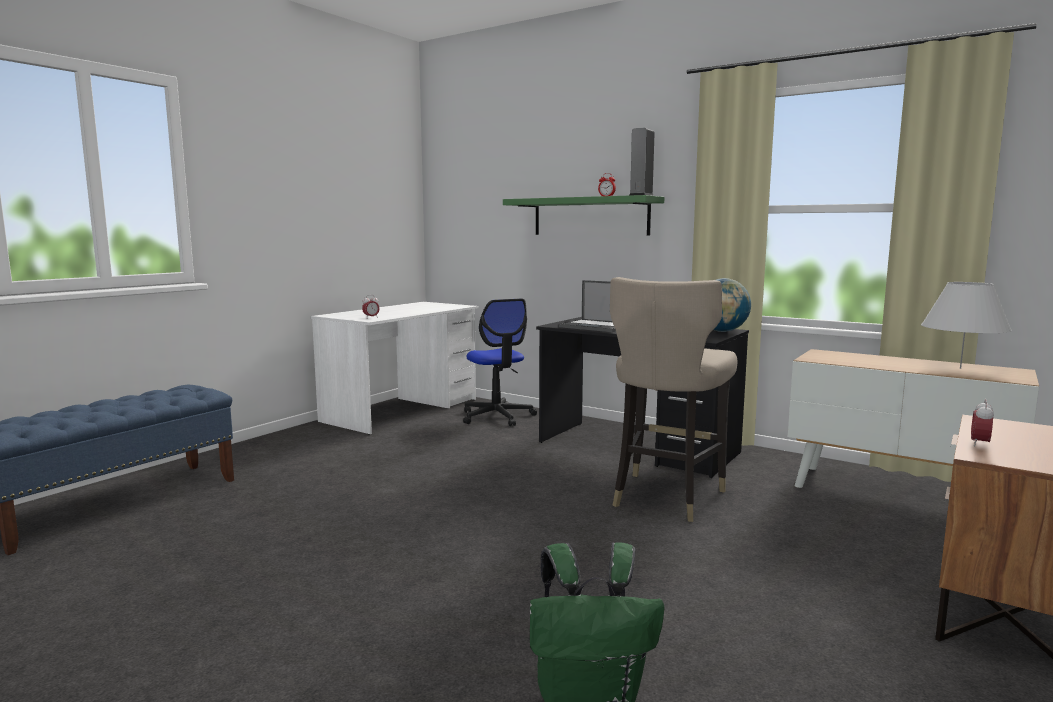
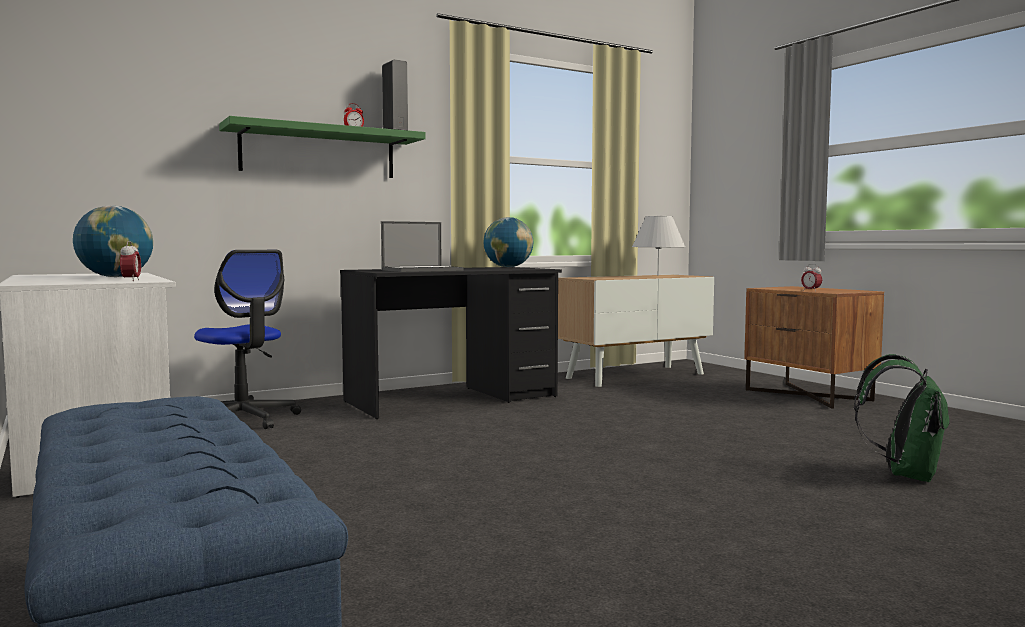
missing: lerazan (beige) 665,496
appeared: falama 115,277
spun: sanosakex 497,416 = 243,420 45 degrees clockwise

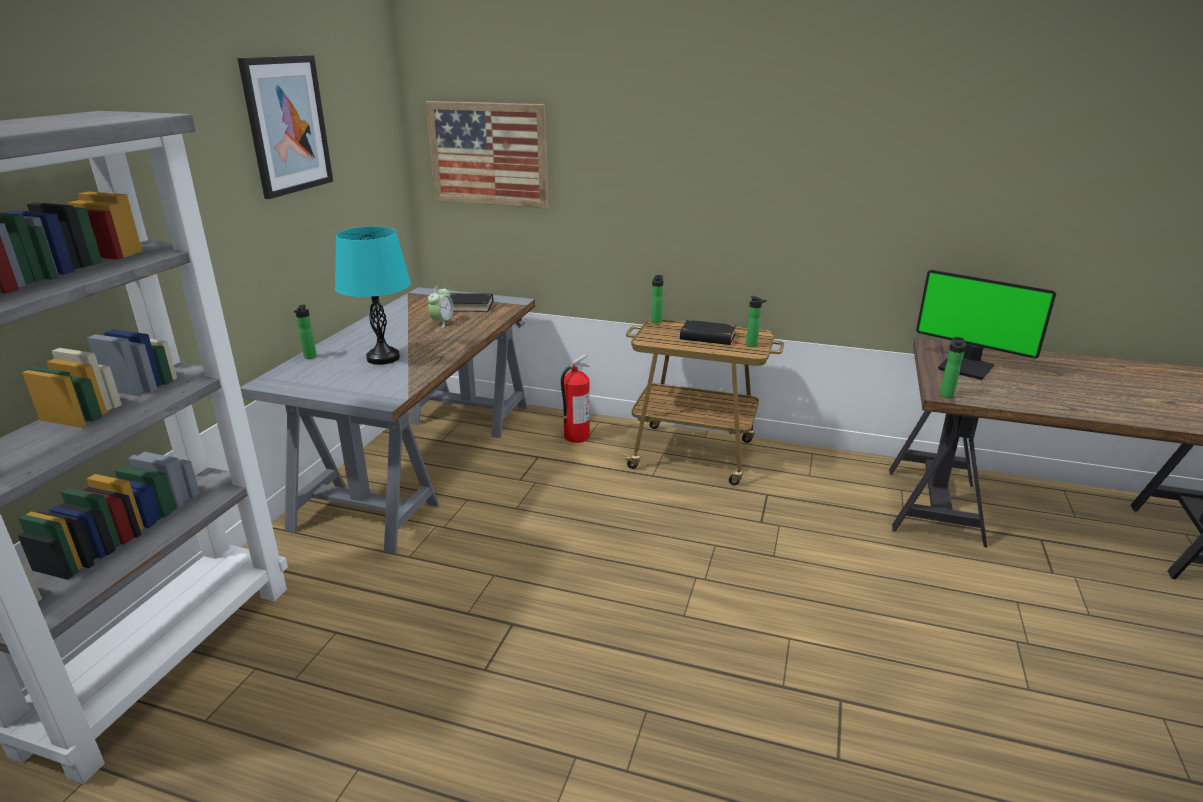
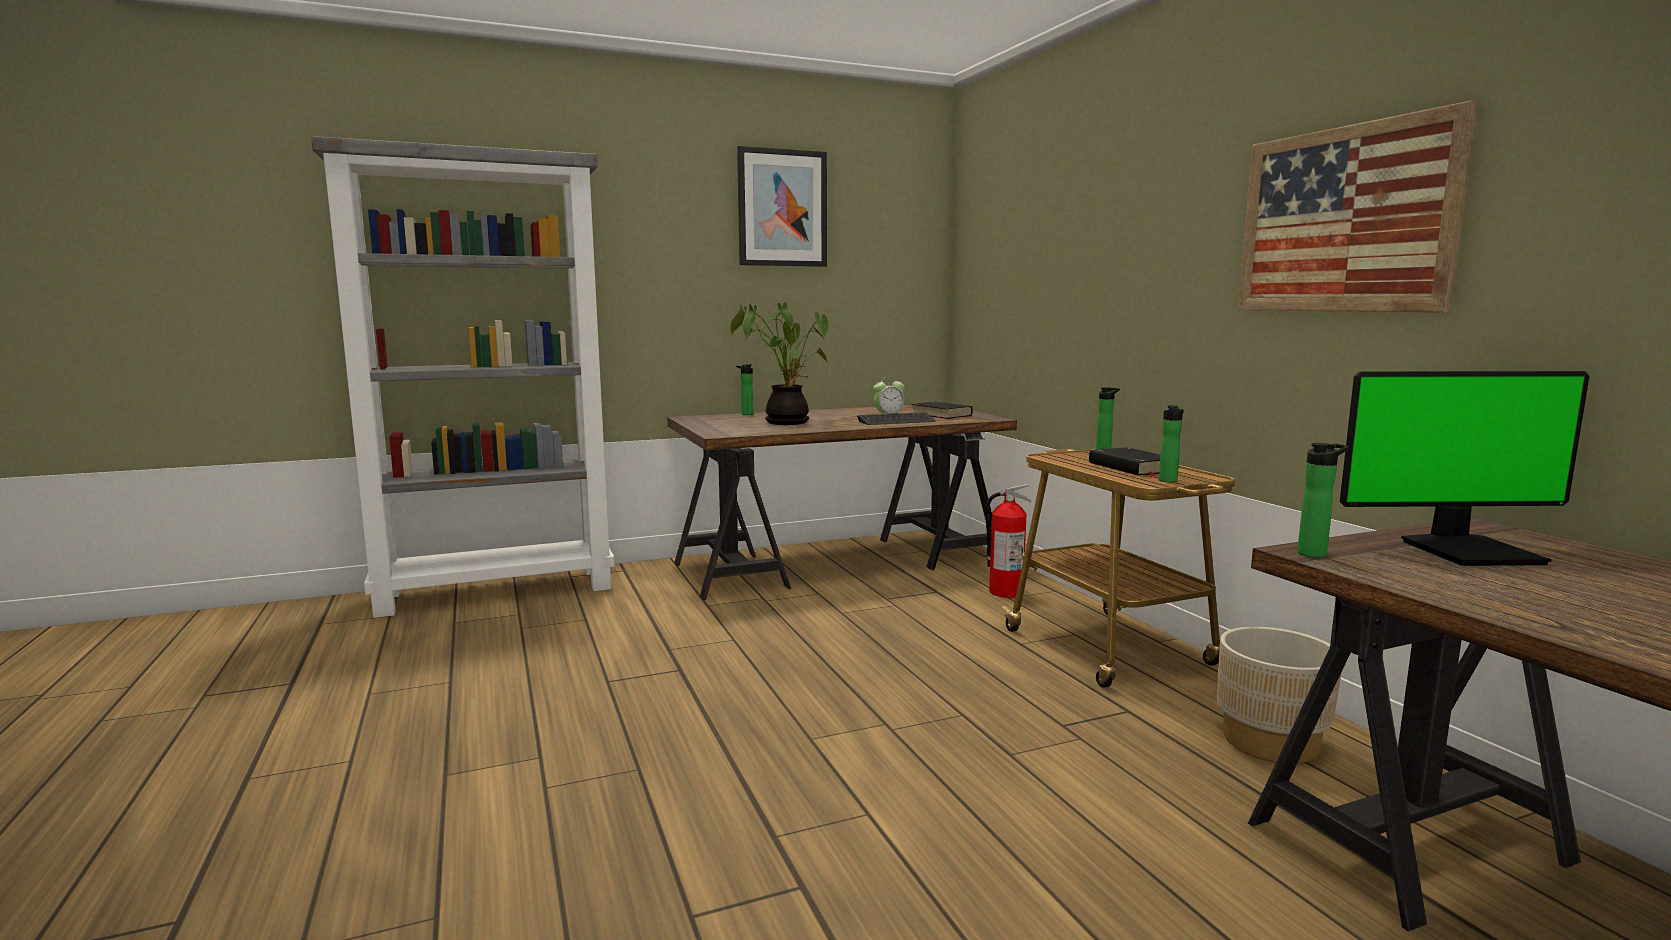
appeared: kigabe 896,421; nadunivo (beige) 1269,742
relocated: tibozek 488,154 to 1344,220
exchanged: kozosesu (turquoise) 383,358 to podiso 786,422
colour: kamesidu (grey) 422,460 to kamesidu (brown) 839,561
spun: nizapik 967,367 = 1469,551 90 degrees counterclockwise

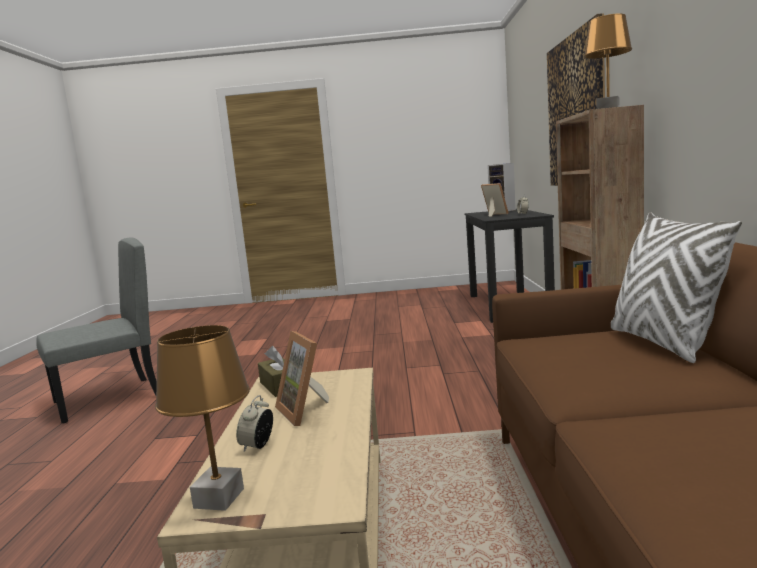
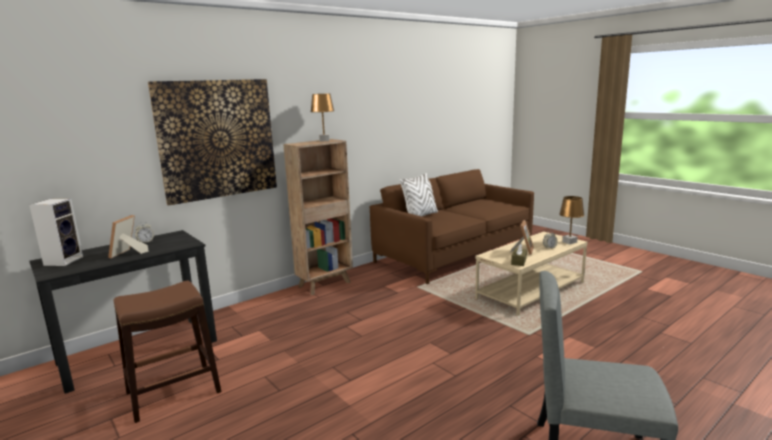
appeared: lerazan (brown) 174,392

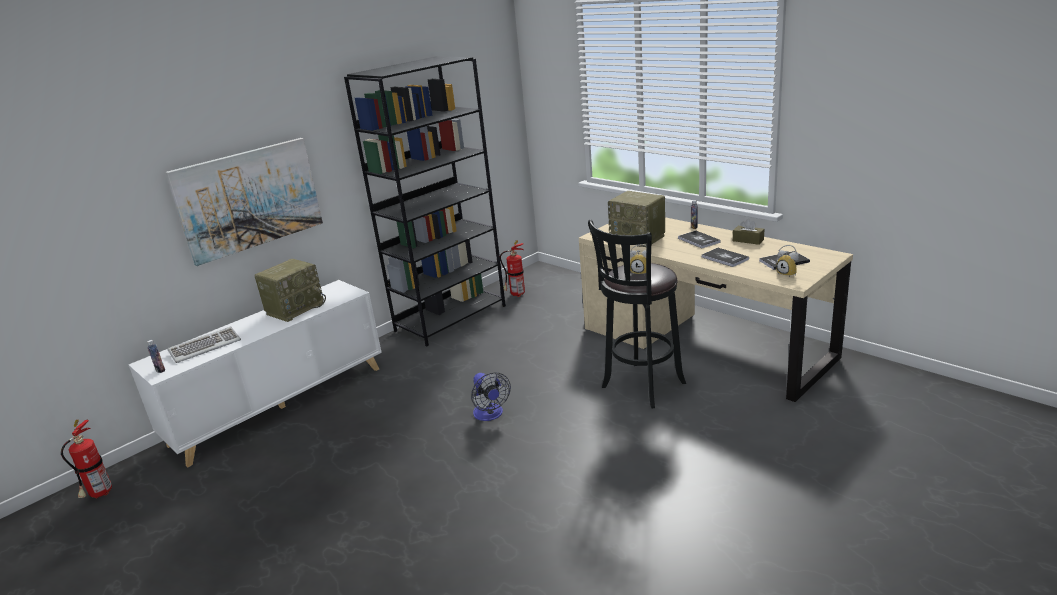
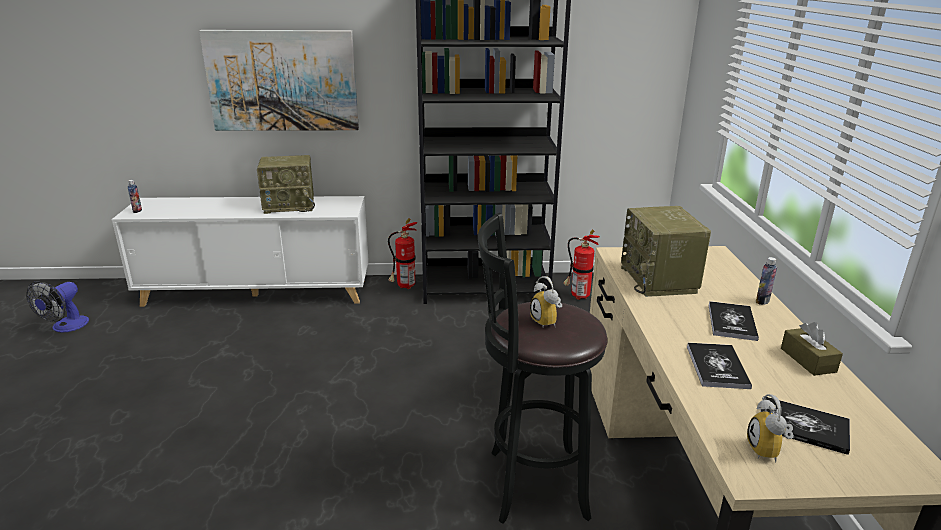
missing: kigabe 205,347
relocated: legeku 490,415 to 65,327; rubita 99,495 to 404,287

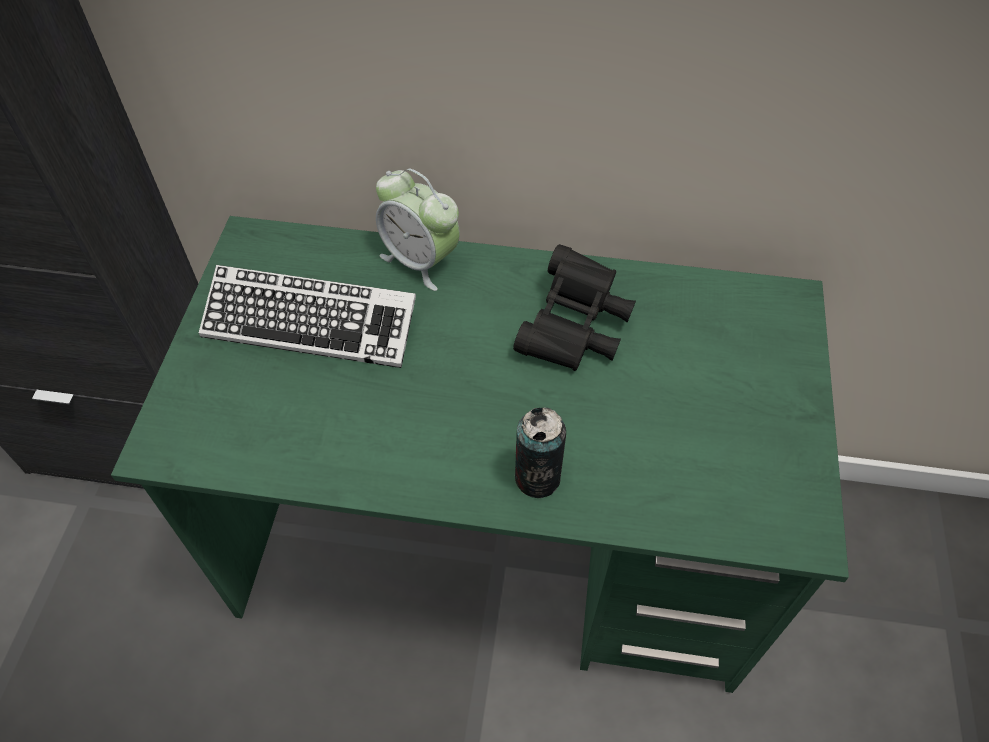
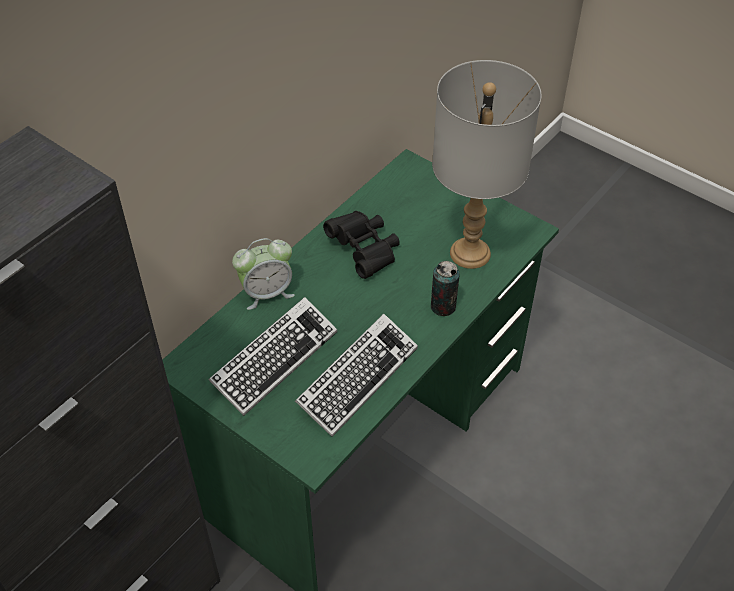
appeared: kozosesu (grey) 469,253; kigabe 357,378

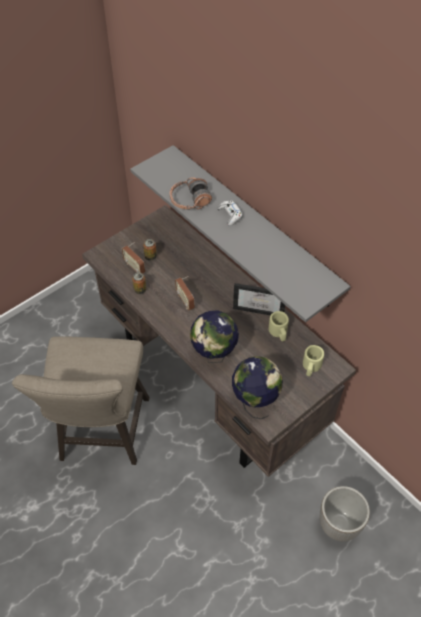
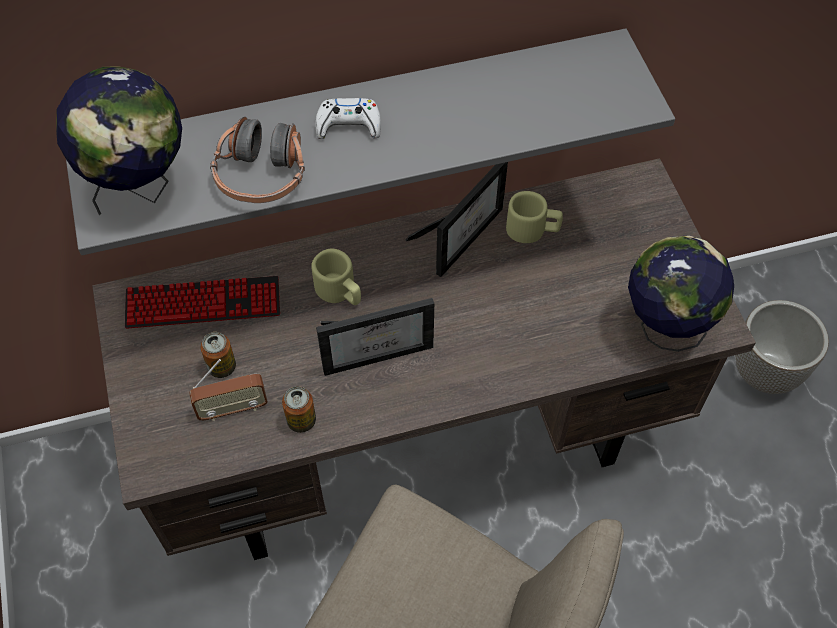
appeared: kigabe 203,304
relocated: falama 214,355 to 141,188; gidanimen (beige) 311,367 to 340,291
exchanged: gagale 185,301 to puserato 377,349

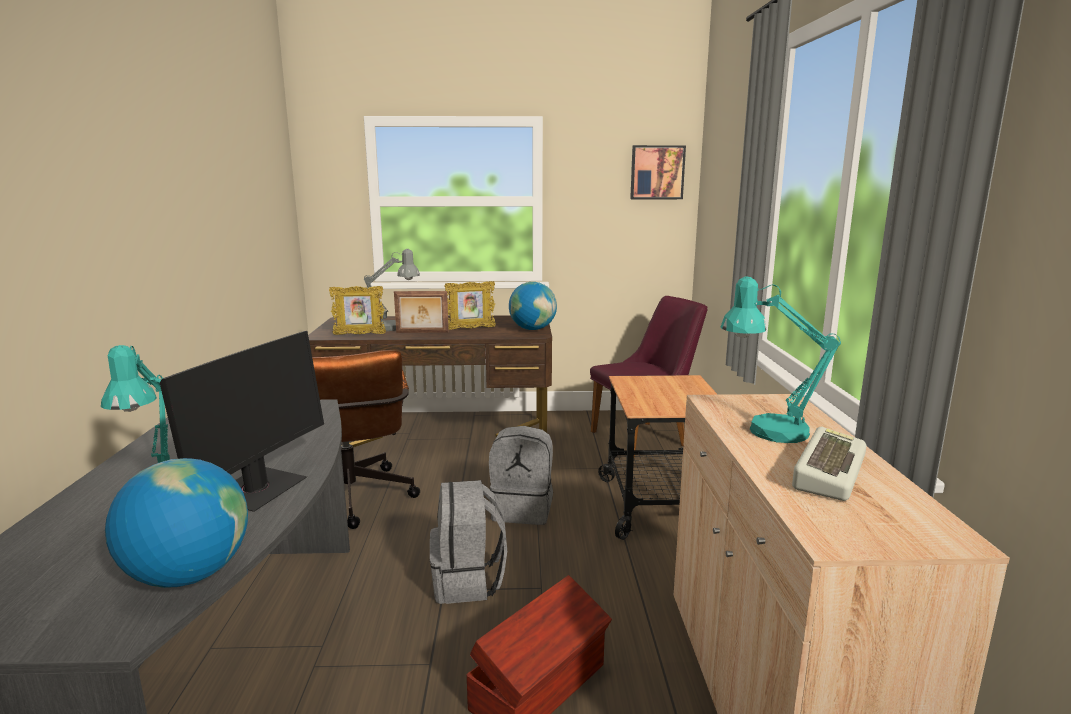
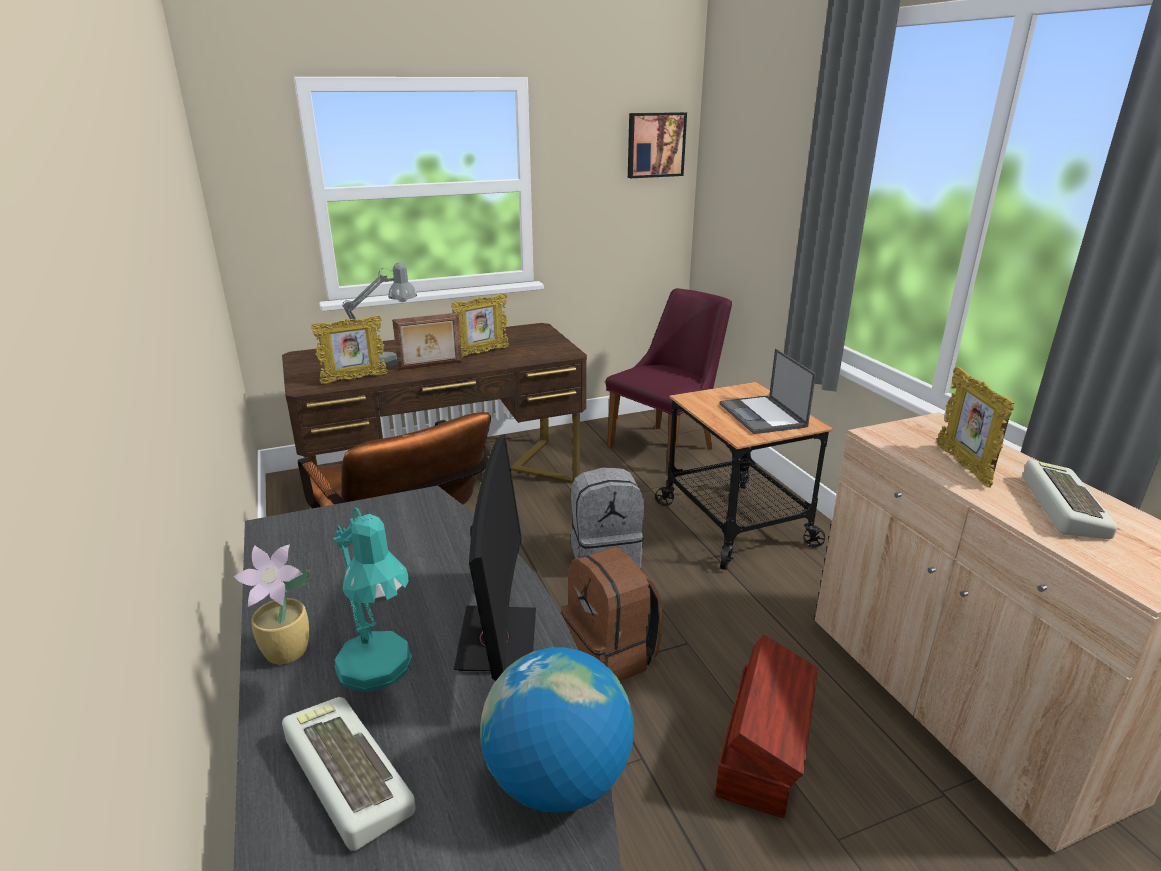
missing: falama 532,329
appeared: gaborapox 763,416; podiso 288,652; kigabe 343,776
exchanged: kozosesu (turquoise) 765,431 to puserato 963,466
colour: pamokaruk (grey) 468,582 to pamokaruk (brown) 611,655

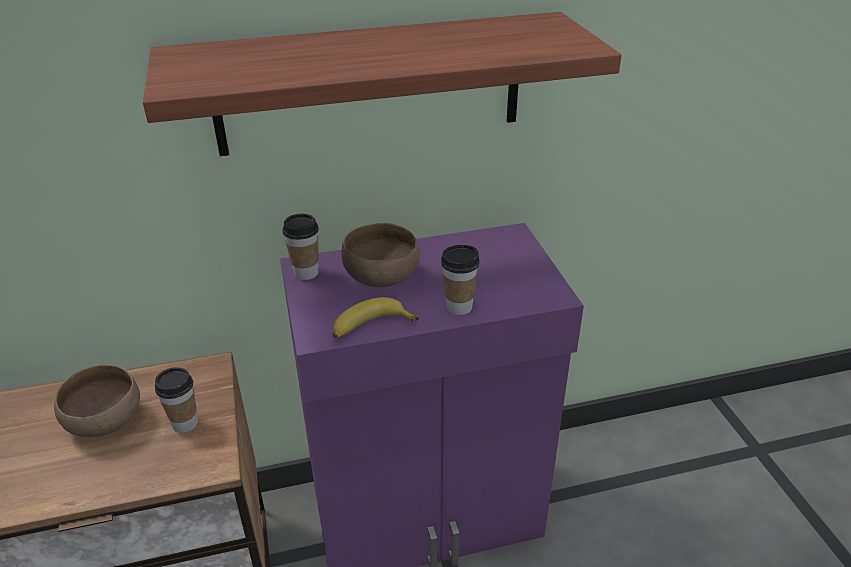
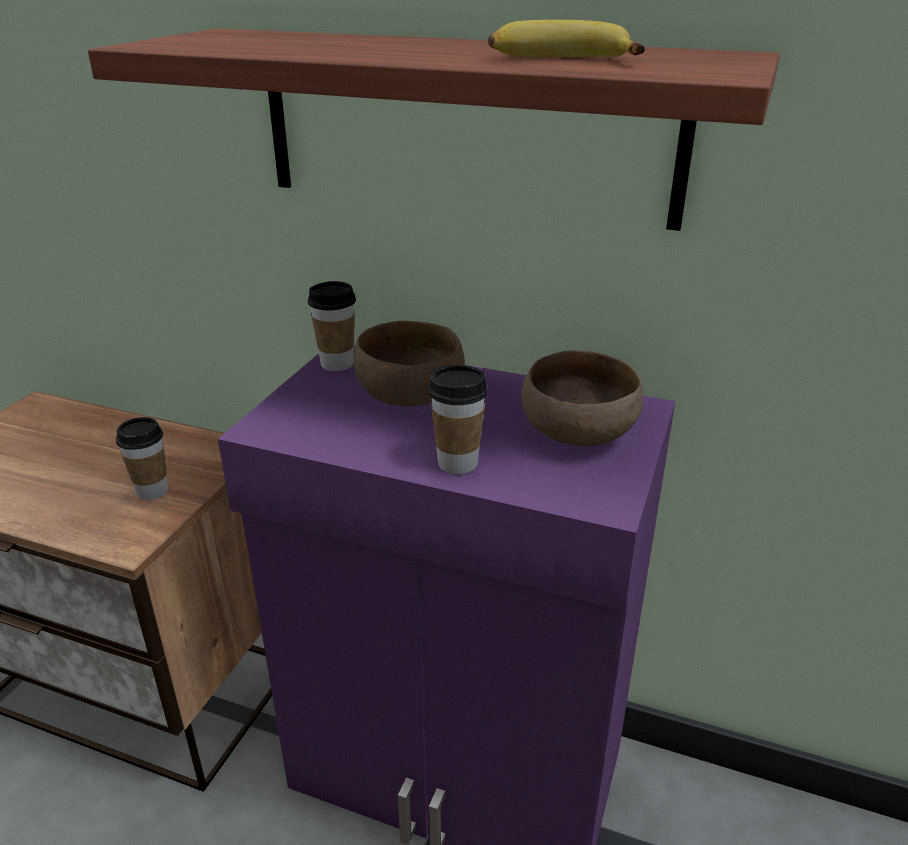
relocated: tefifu 370,327 to 560,60; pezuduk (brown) 107,421 to 579,435

